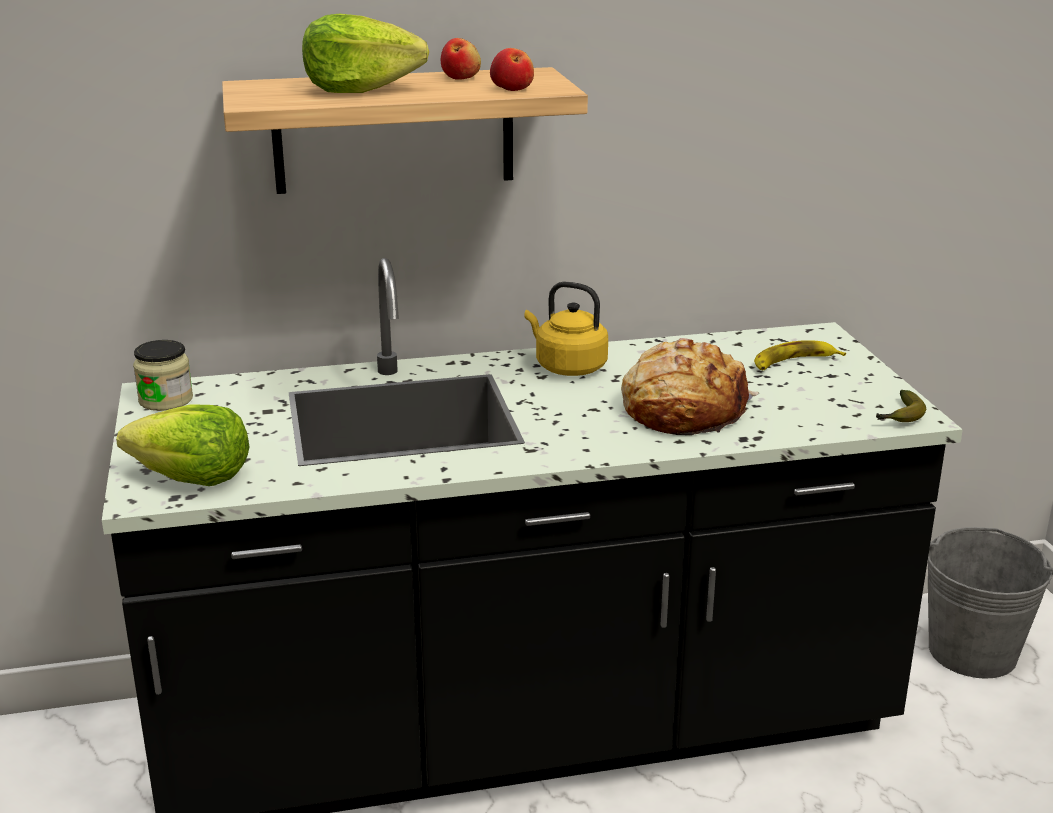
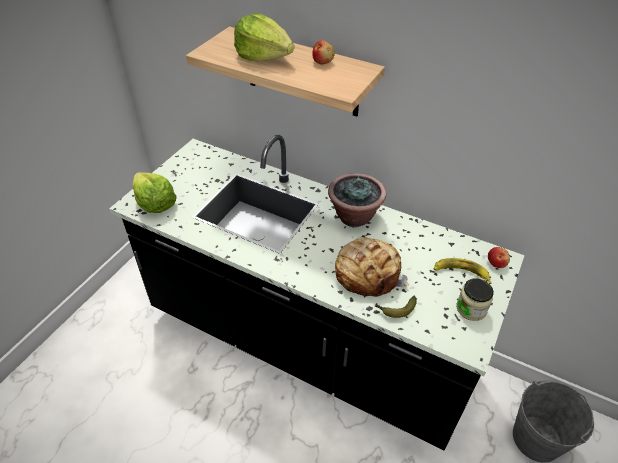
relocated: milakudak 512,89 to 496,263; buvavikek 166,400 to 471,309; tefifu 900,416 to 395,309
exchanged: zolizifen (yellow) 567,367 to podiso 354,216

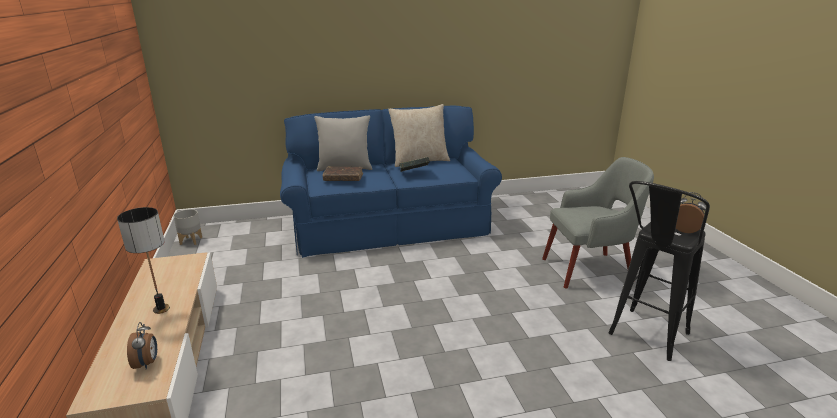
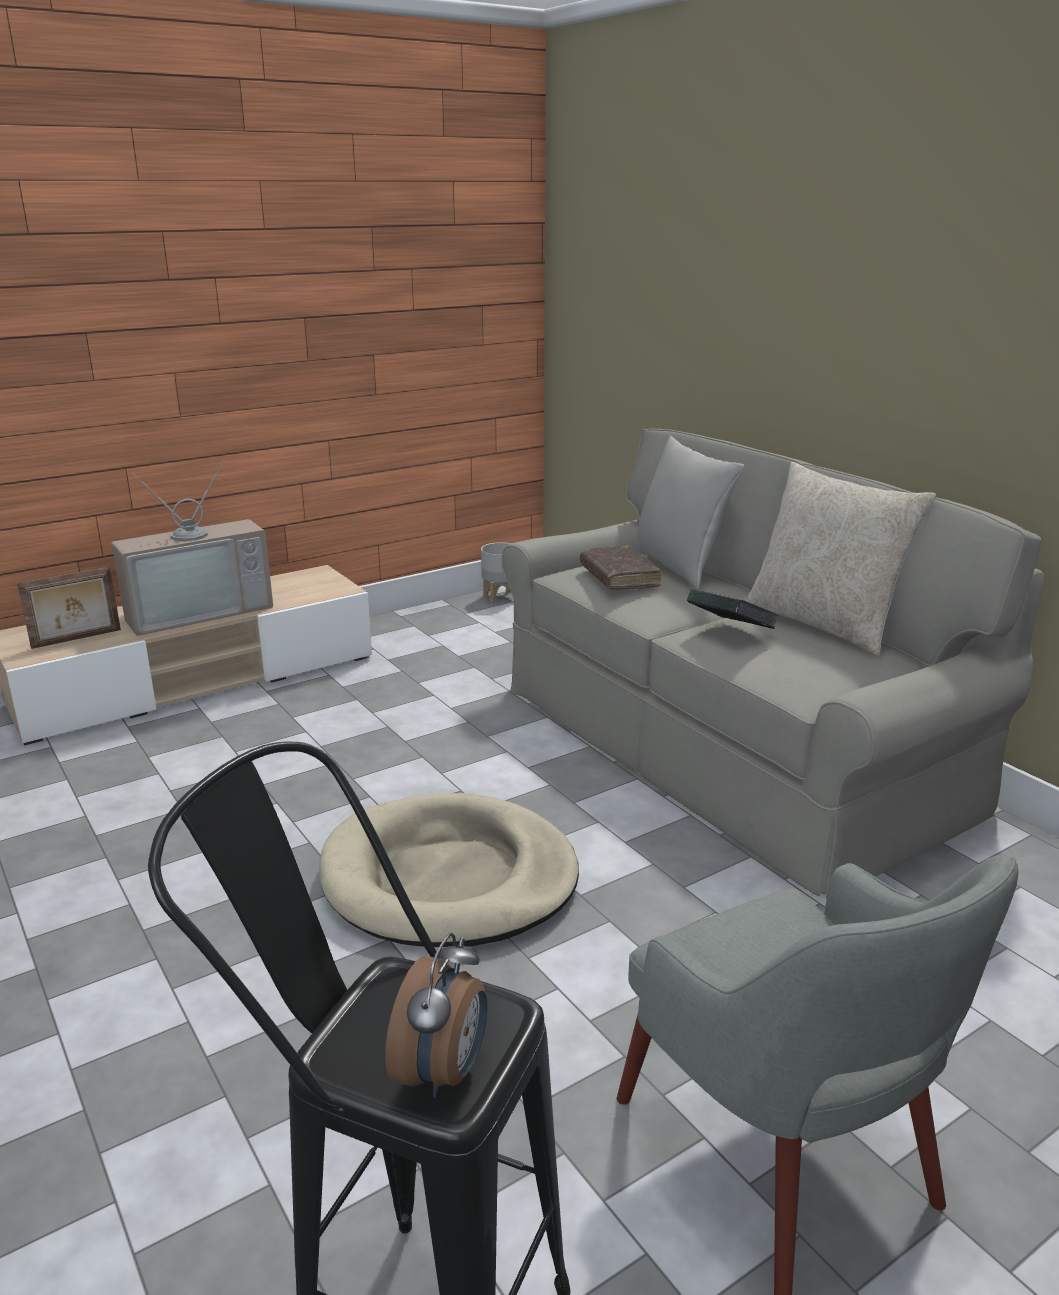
appeared: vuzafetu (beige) 449,878
exchanged: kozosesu 161,309 to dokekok 198,610; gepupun 147,363 to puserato 77,639
colour: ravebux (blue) 389,225 to ravebux (grey) 724,745

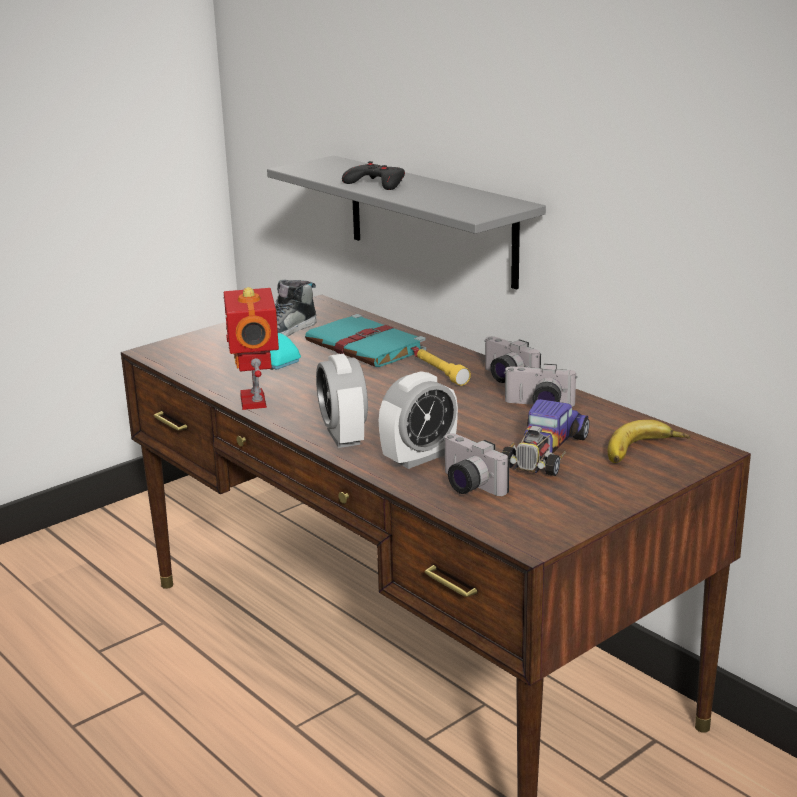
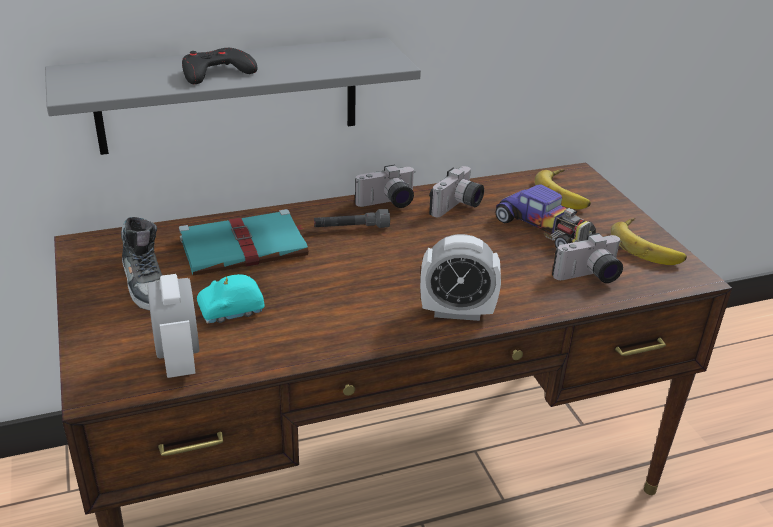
missing: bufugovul 256,401
appeared: tefifu 648,246
relocated: gepupun 419,457 to 179,360
colour: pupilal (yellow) 441,373 to pupilal (grey) 351,228

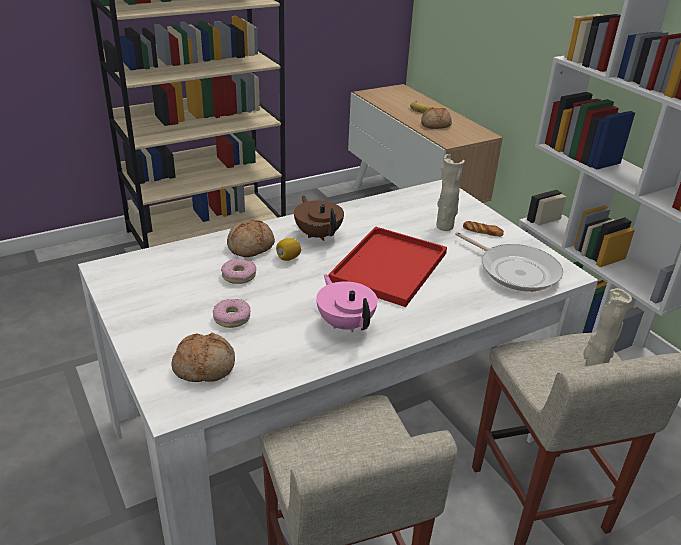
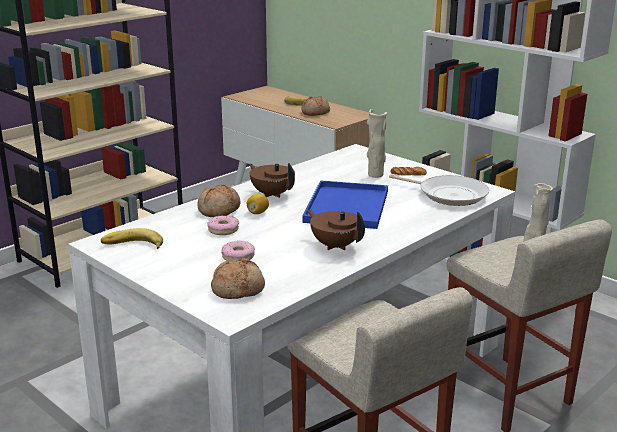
appeared: tefifu 132,246
colour: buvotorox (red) 389,265 to buvotorox (blue) 346,205; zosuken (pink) 345,323 to zosuken (brown) 335,245

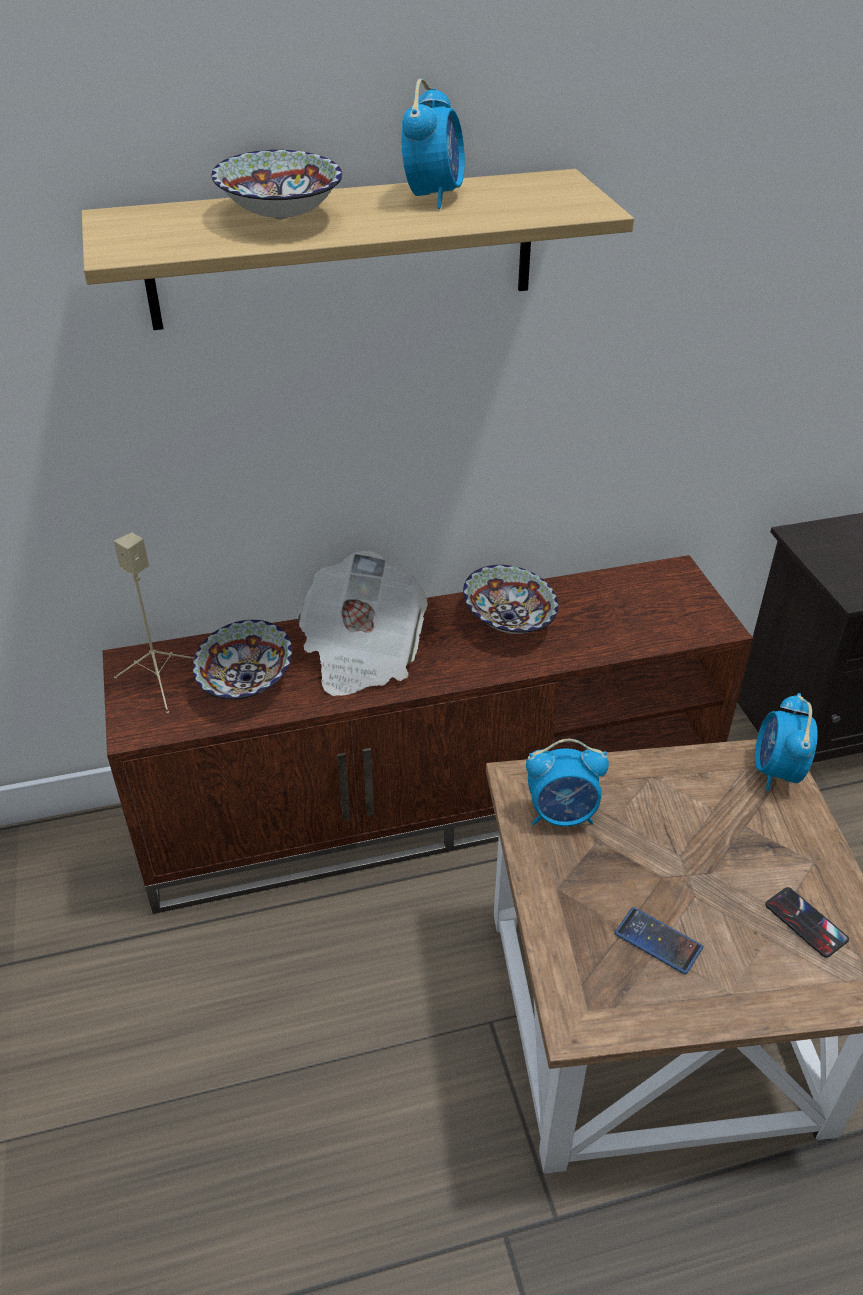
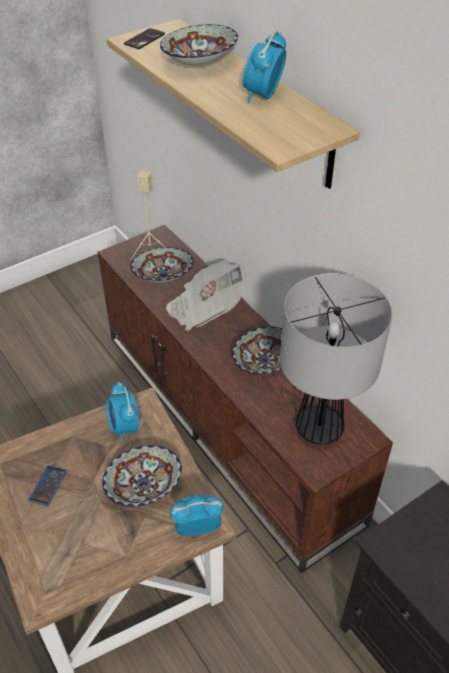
appeared: kozosesu 320,428; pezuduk 143,486
relocated: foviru 805,922 to 144,39
spun: gepupun 434,197 = 263,96 120 degrees clockwise

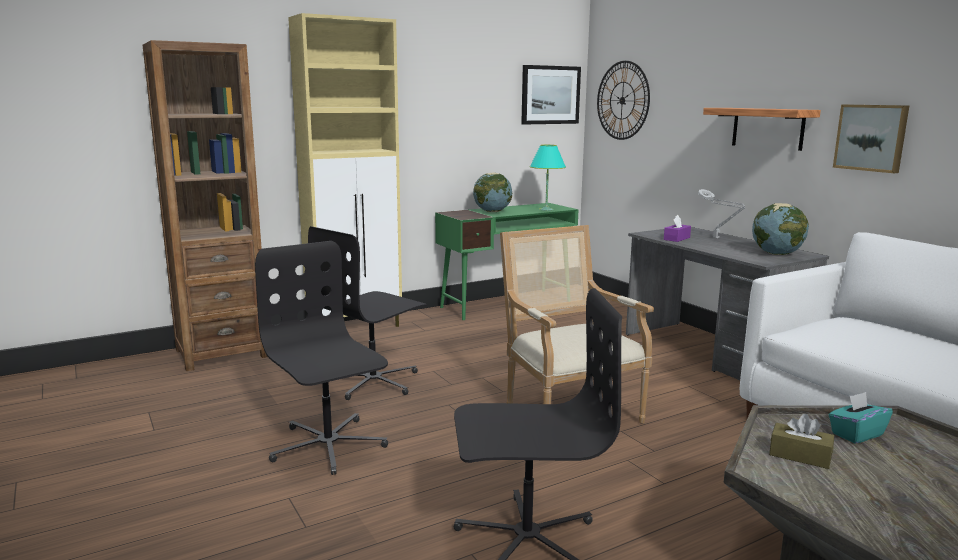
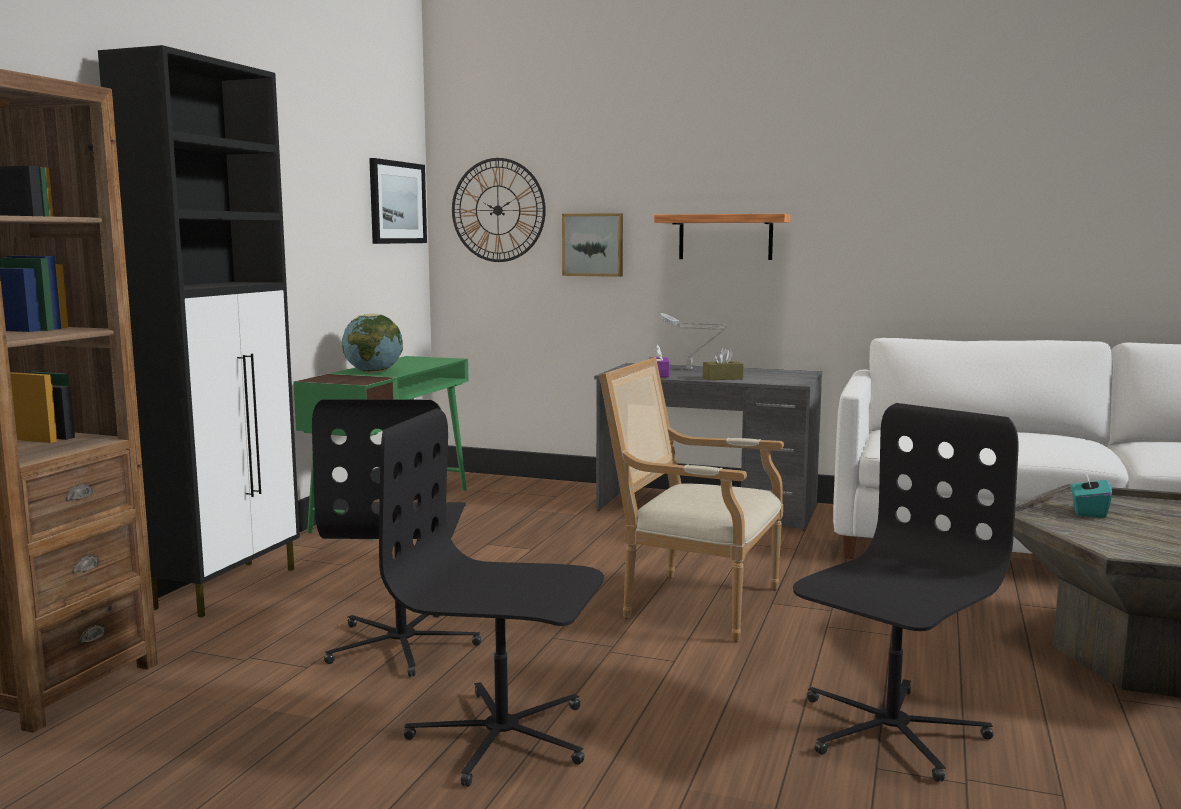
missing: kozosesu (turquoise) 546,209; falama 777,254
relocated: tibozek 871,137 to 593,245; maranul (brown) 800,455 to 722,378
colour: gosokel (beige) 356,327 to gosokel (black) 228,587

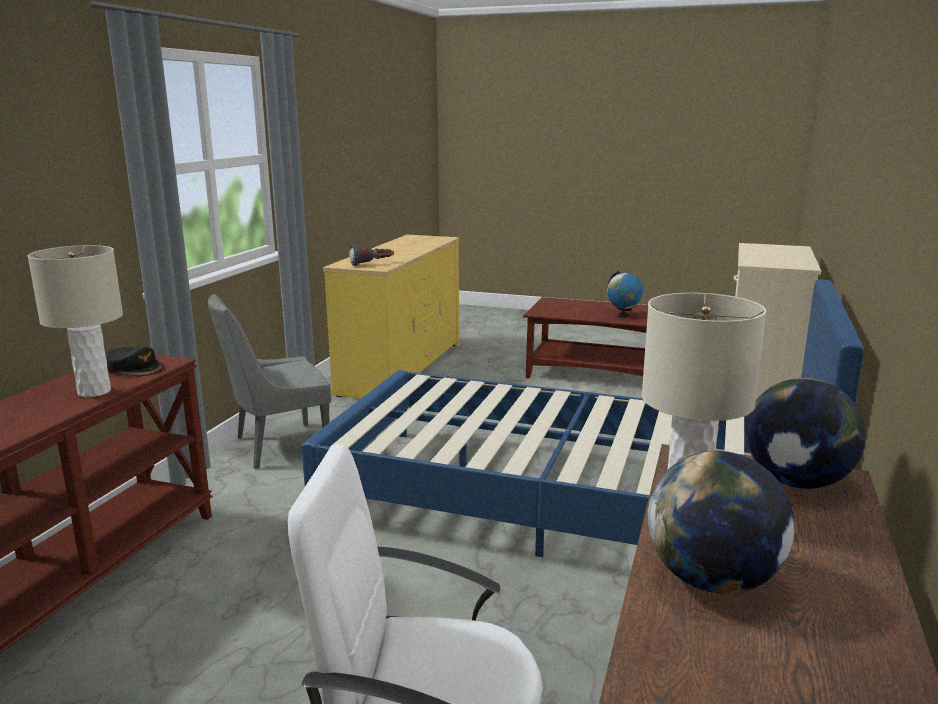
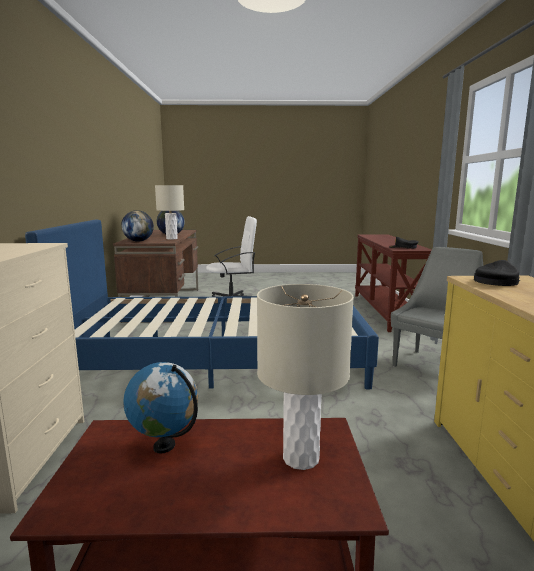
relocated: kozosesu (beige) 95,391 to 300,458
exchanged: pupilal 372,264 to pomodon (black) 496,281

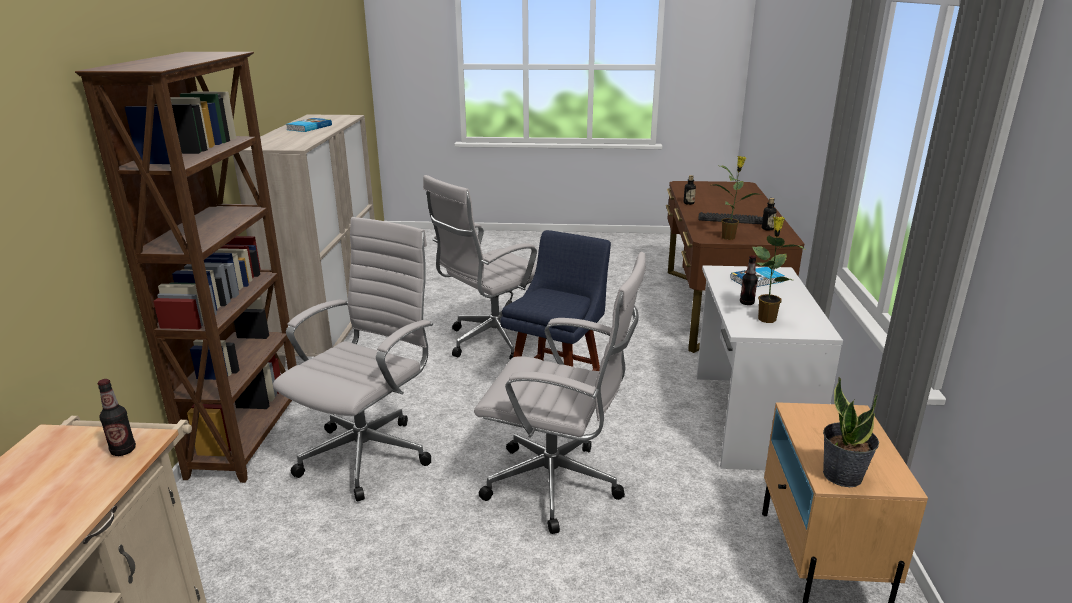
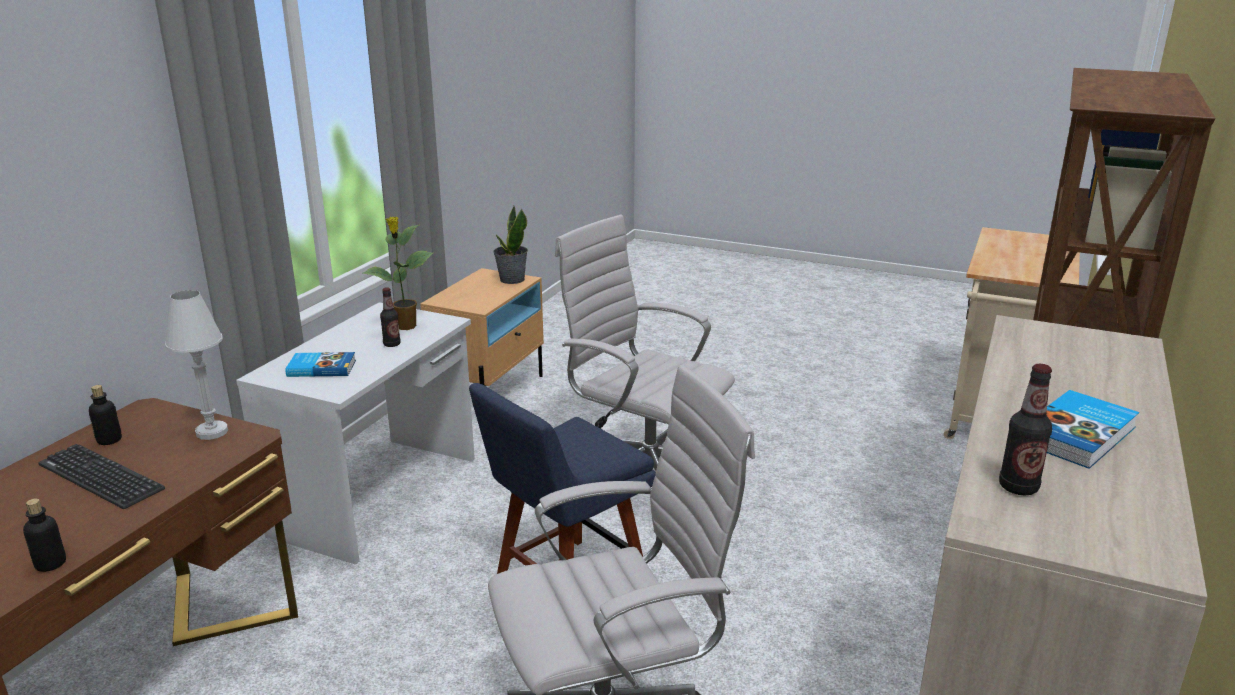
missing: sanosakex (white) 369,453
relocated: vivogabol 123,450 to 1018,487
exchanged: podiso 729,237 to kozosesu (white) 212,432

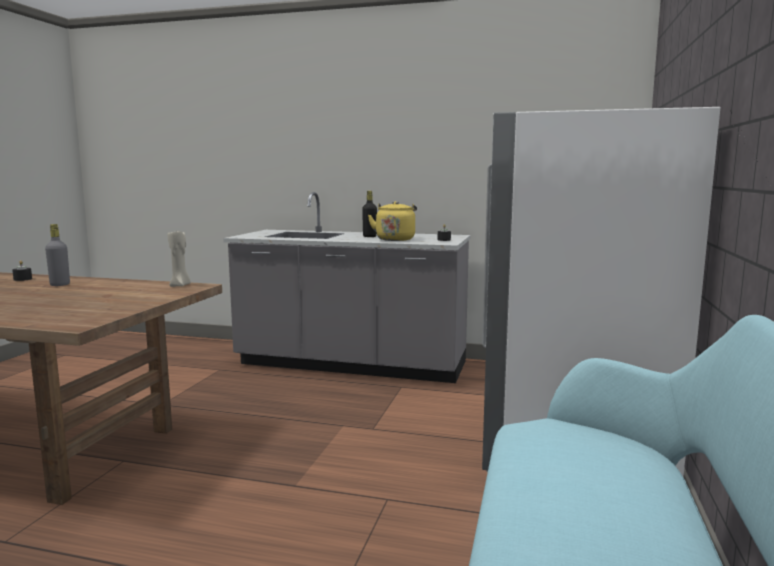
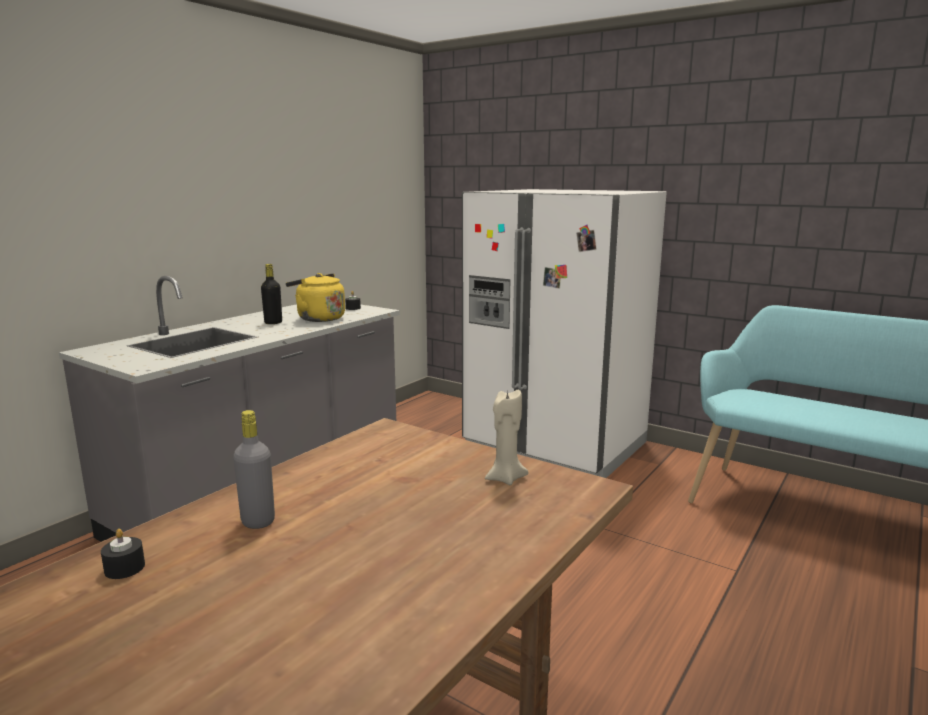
relocated: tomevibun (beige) 180,285 to 505,478

